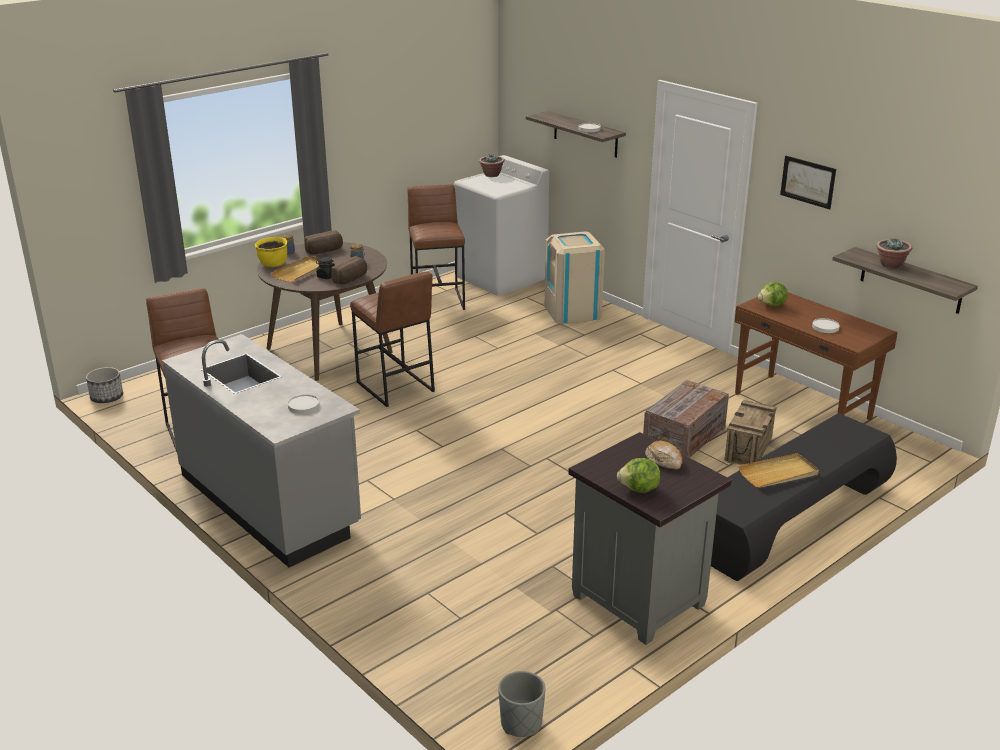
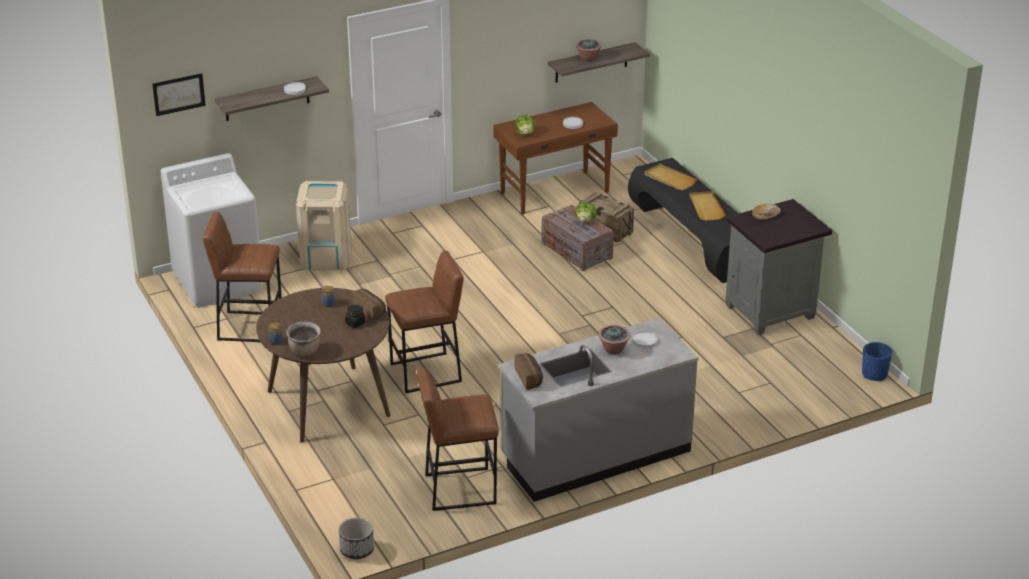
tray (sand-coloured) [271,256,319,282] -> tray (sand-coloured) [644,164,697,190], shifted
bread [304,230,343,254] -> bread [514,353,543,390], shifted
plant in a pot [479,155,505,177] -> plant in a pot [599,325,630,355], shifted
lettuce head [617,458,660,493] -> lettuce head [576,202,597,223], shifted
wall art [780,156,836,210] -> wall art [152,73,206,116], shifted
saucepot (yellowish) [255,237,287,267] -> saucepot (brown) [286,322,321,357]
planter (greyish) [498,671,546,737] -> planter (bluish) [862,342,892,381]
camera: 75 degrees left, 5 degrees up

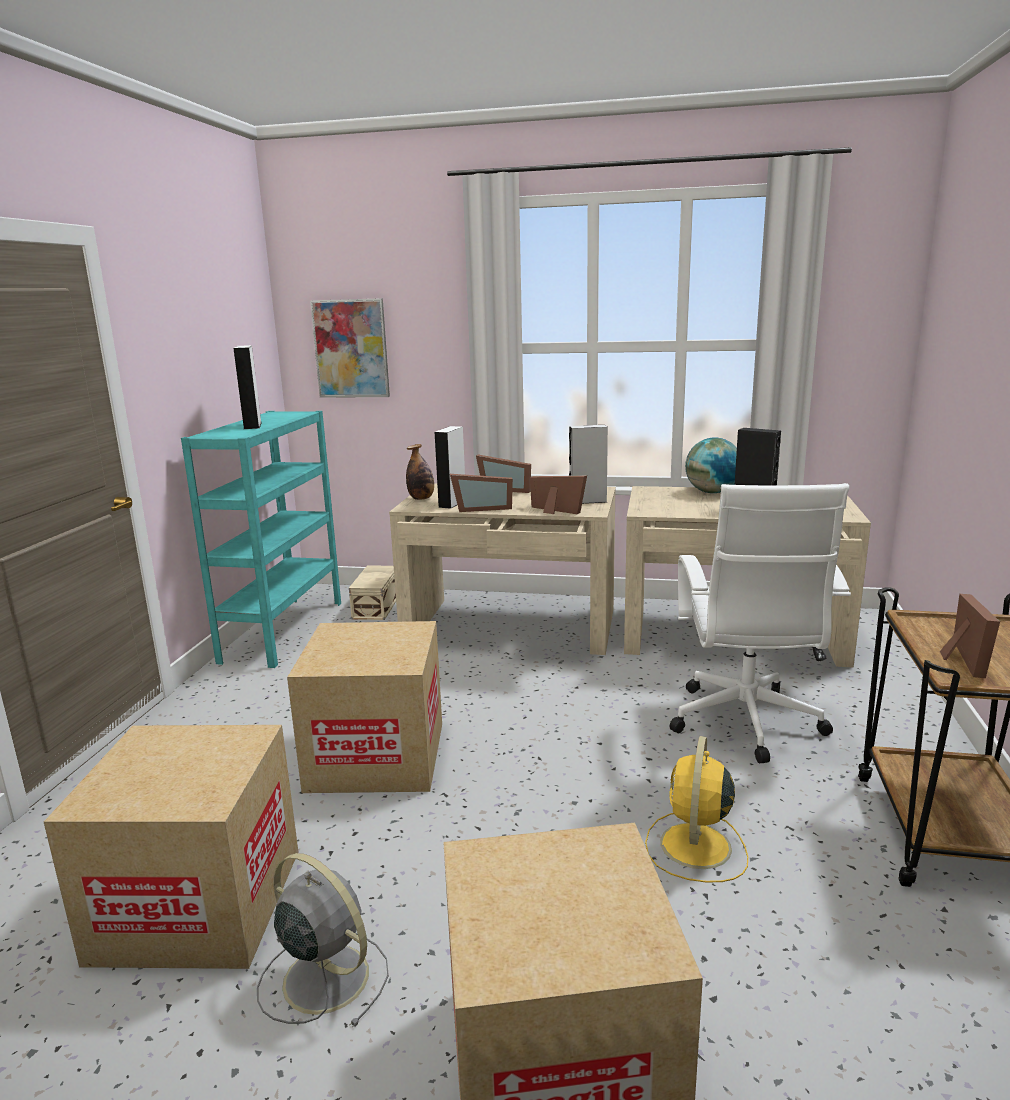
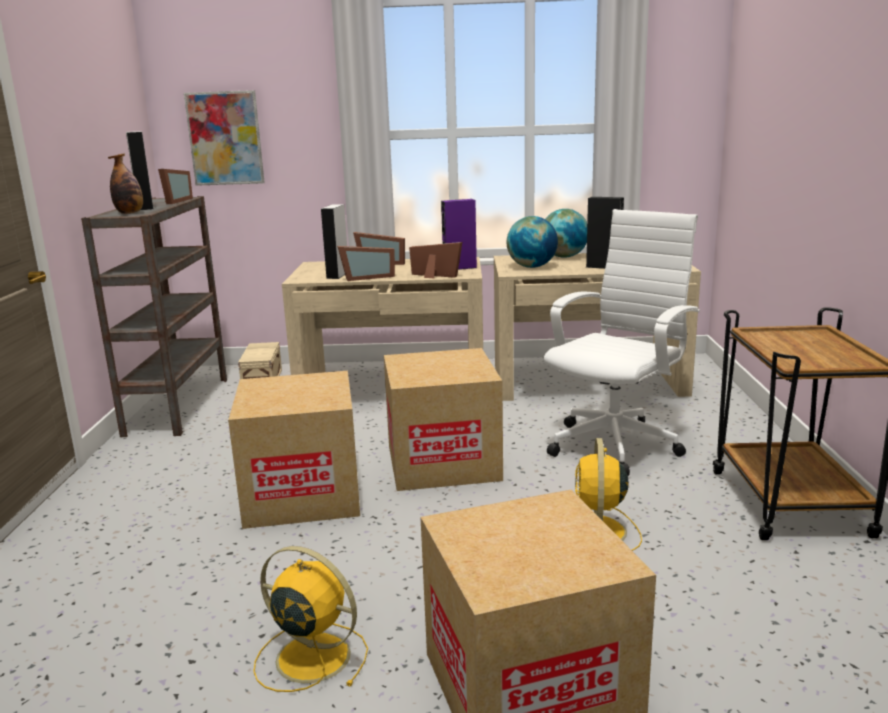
none -> world globe [507,216,558,268]
packing box [44,725,298,969] -> packing box [384,348,503,491], shifted
drink bottle [406,444,434,500] -> drink bottle [108,154,143,214], shifted
picture frame [940,594,1000,678] -> picture frame [158,169,193,204], shifted
bookshelf (turquoise) [181,411,341,668] -> bookshelf (greyish) [81,196,227,437]
cooling fan (greyish) [257,853,389,1027] -> cooling fan (yellowish) [253,546,368,692]
speaker (greyish) [569,425,608,504] -> speaker (purple) [441,199,477,270]
desk chair (white) [670,483,851,763] -> desk chair (white) [544,209,700,476], 135 degrees counterclockwise
camera: 10 degrees left, 0 degrees up

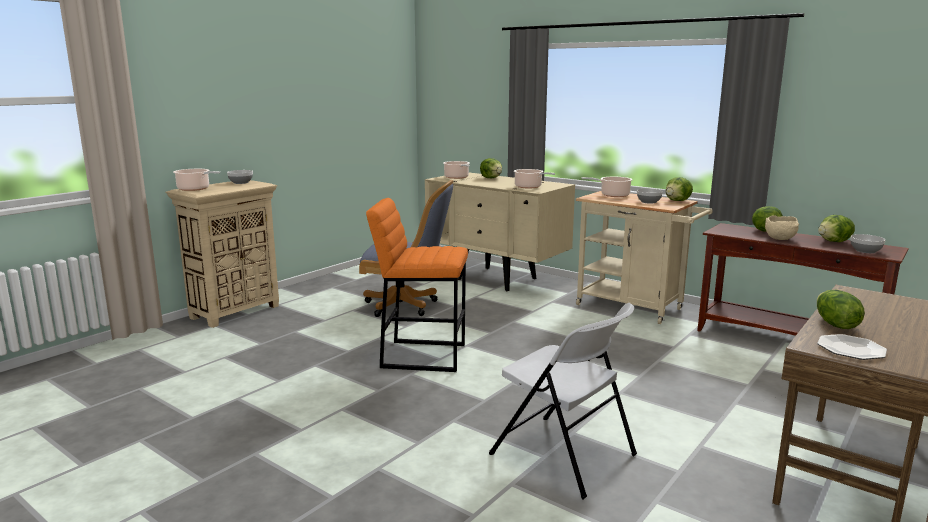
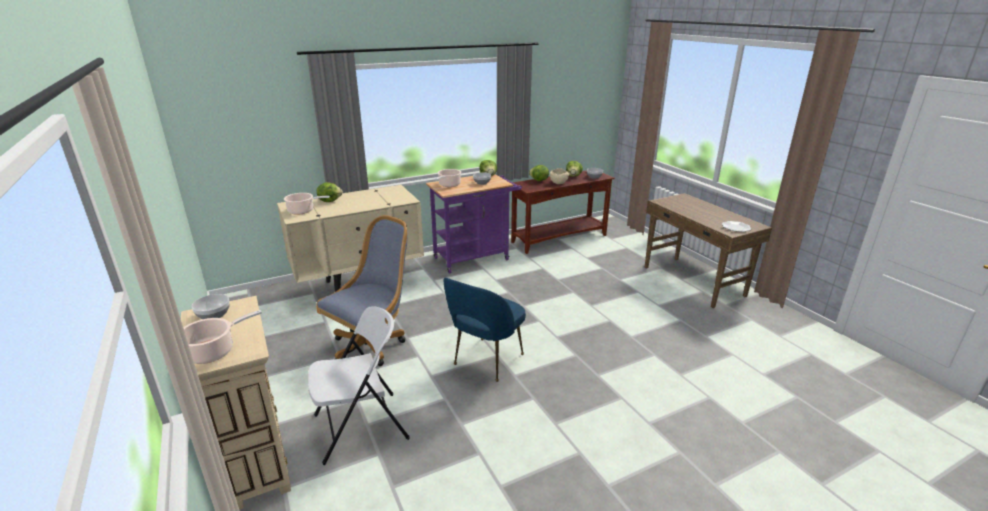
saucepot [514,169,555,189] -> none
lettuce head [817,290,865,329] -> none
upright chair (white) [489,303,637,500] -> upright chair (white) [308,306,410,465], shifted
sitting stool (orange) [366,198,468,372] -> upright chair (bluish) [444,278,526,382]
wheeled cart (sand-coloured) [576,191,713,324] -> wheeled cart (purple) [426,174,522,274]
camera: 65 degrees left, 10 degrees up

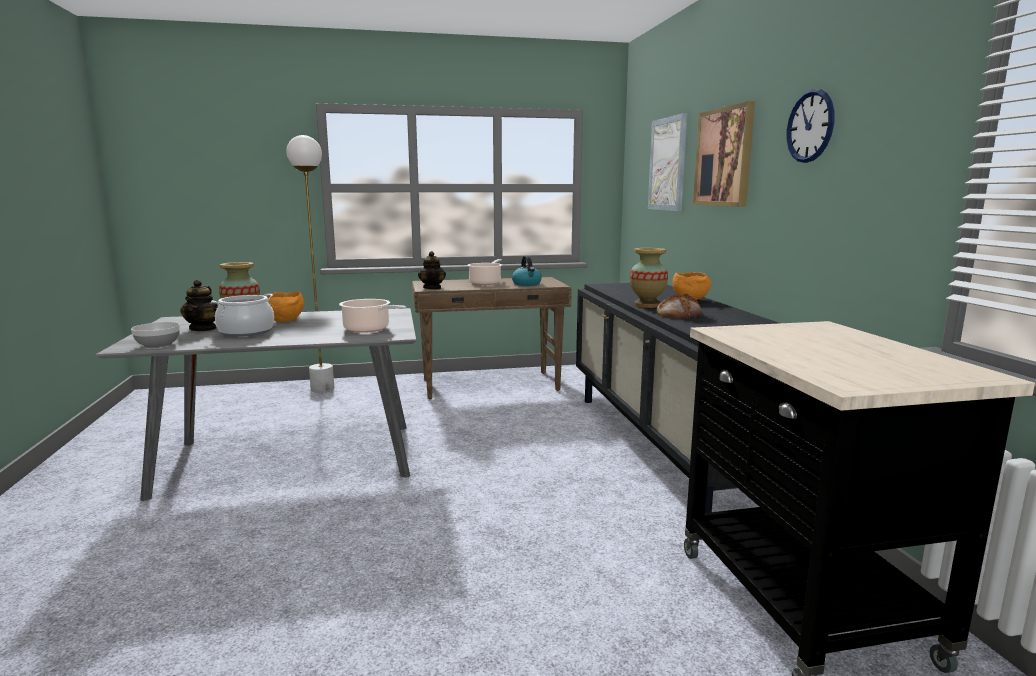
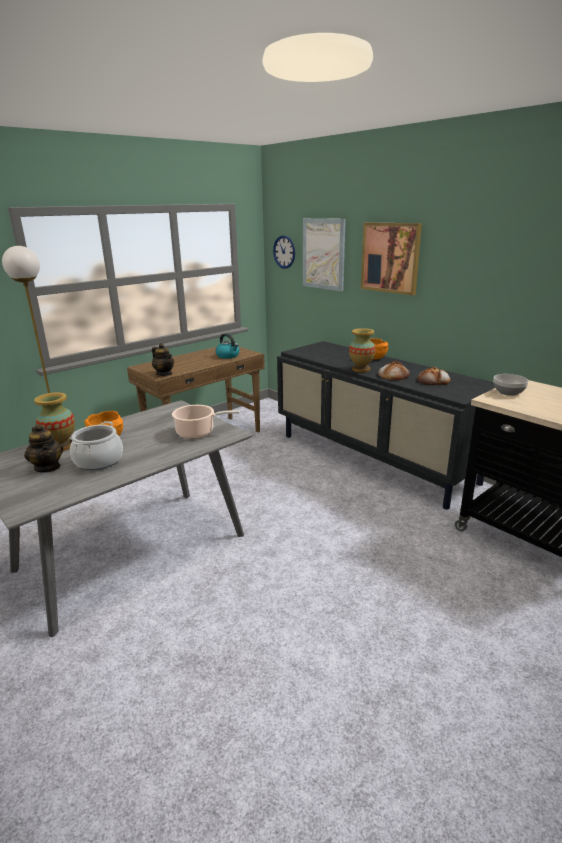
saucepot [467,259,502,285] -> none
none -> bread [418,367,450,385]
bowl [131,322,180,348] -> bowl [493,374,528,396], shifted
clock on the wall [787,89,835,163] -> clock on the wall [273,235,295,269], shifted
camera: 30 degrees left, 10 degrees up

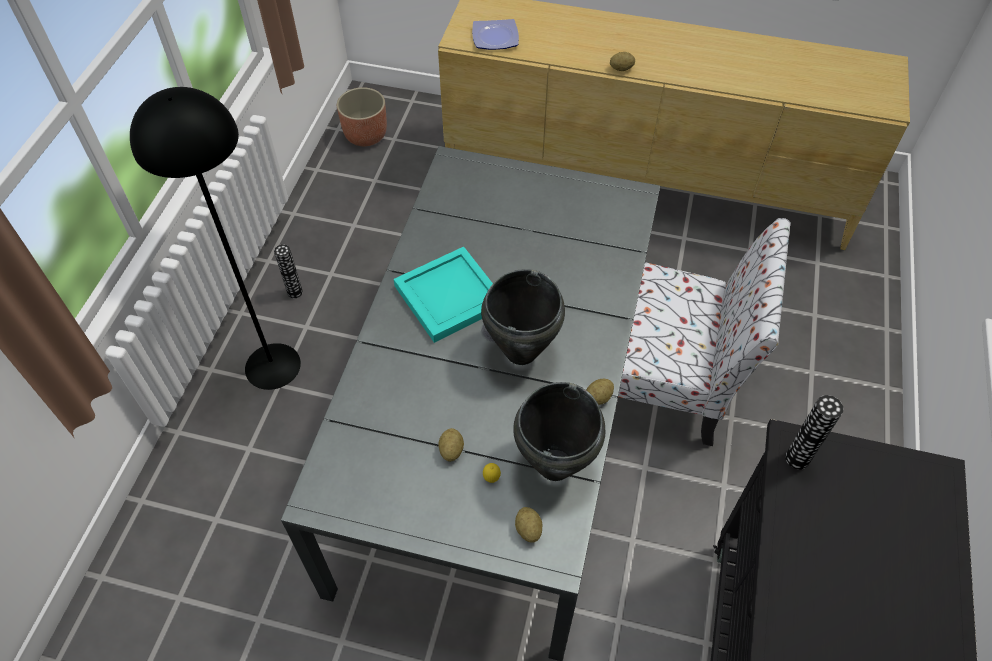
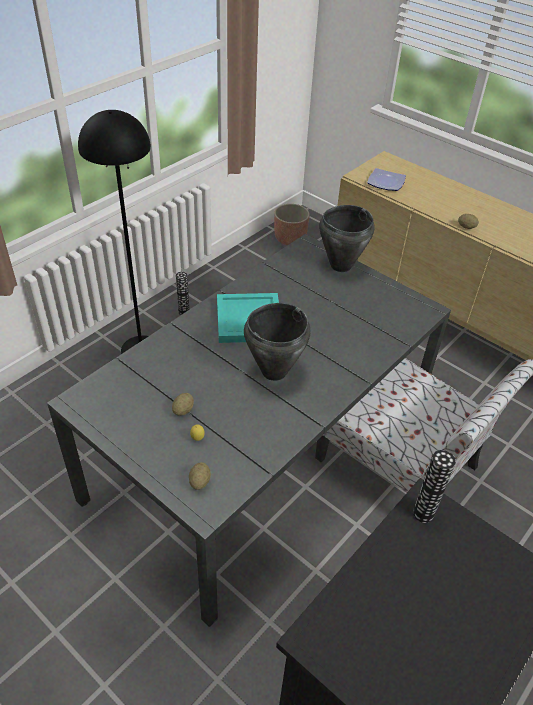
spud [587,379,614,405] -> none
saucepot (black-coloured) [514,382,605,481] -> saucepot (black-coloured) [319,205,375,272], shifted
camera: 25 degrees right, 10 degrees down

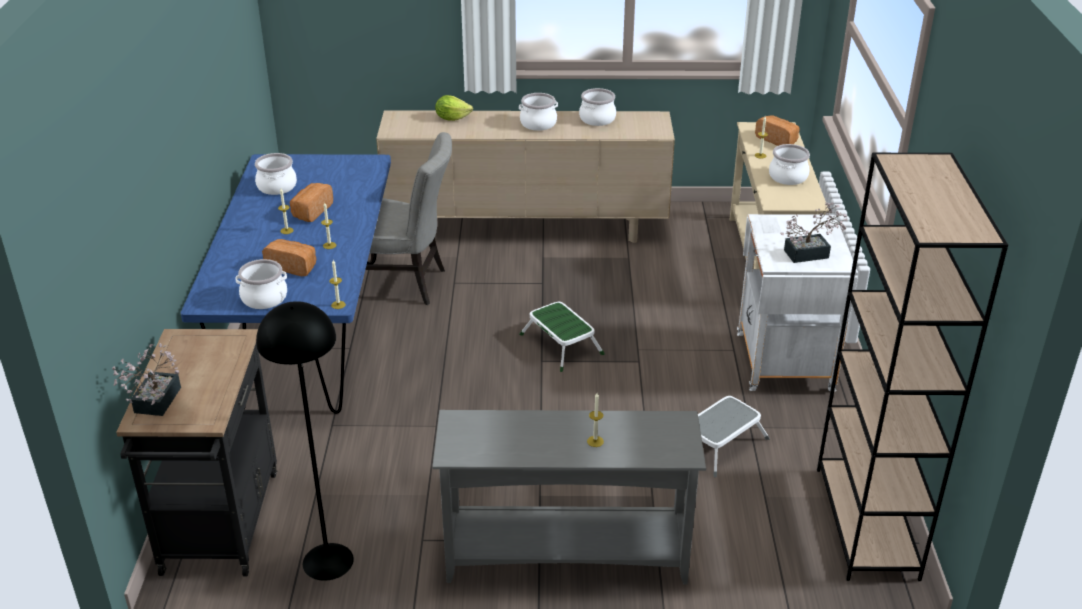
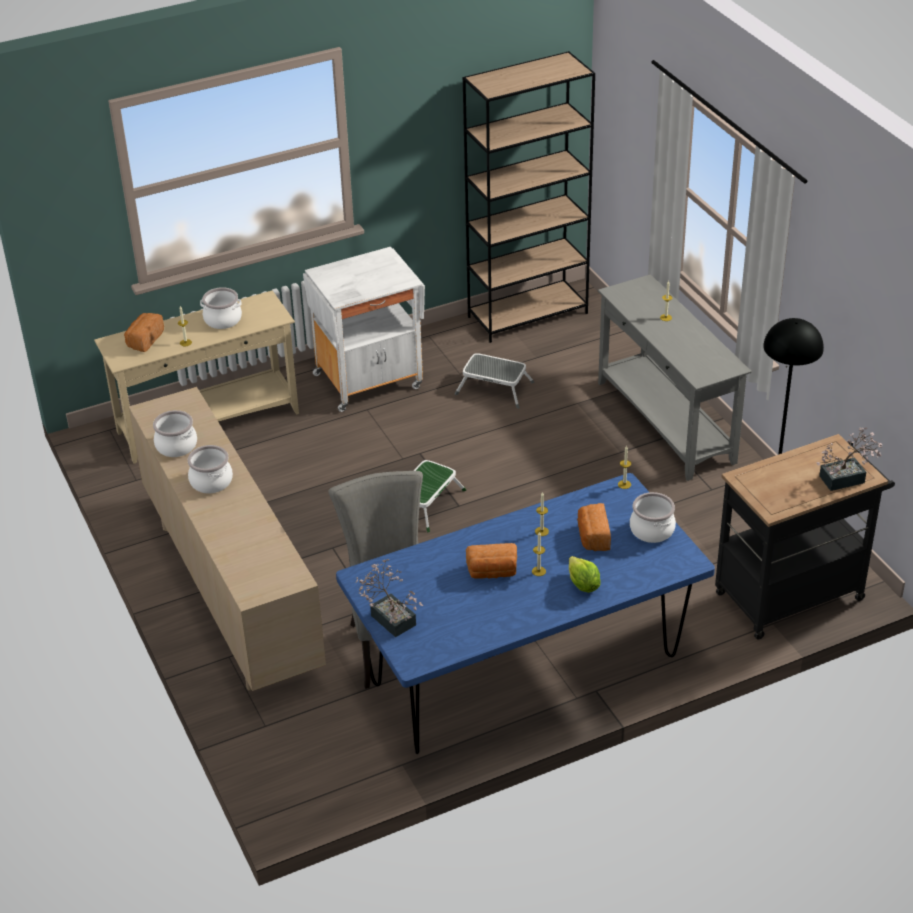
saucepot [255,153,297,195] -> none
lettuce head [435,95,473,121] -> lettuce head [569,556,601,593], shifted
plant in a pot [780,202,847,263] -> plant in a pot [356,559,423,637], shifted
camera: 115 degrees left, 5 degrees up

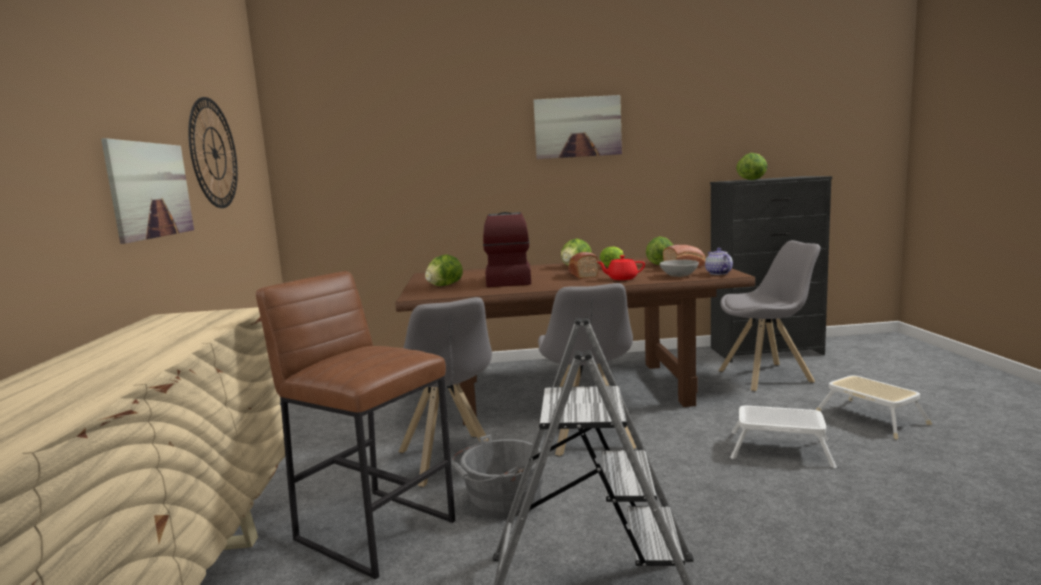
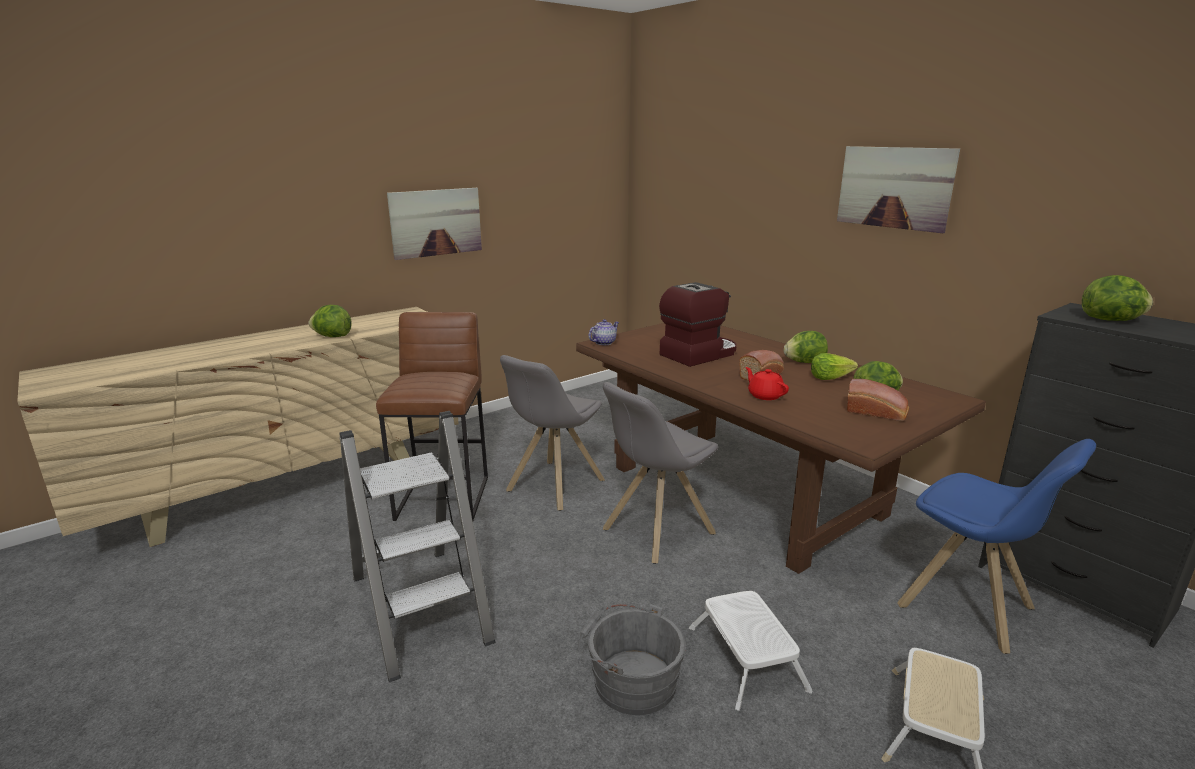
clock on the wall [188,97,238,208] -> none
bowl (greyish) [659,260,699,277] -> none
lettuce head [425,254,463,286] -> lettuce head [308,305,352,337], shifted
water bucket (greyish) [452,434,543,518] -> water bucket (greyish) [578,604,686,715], shifted
tea pot [705,248,733,275] -> tea pot [589,319,619,345], shifted
upright chair (greyish) [719,240,821,391] -> upright chair (bluish) [897,439,1096,654]
camera: 55 degrees right, 10 degrees up

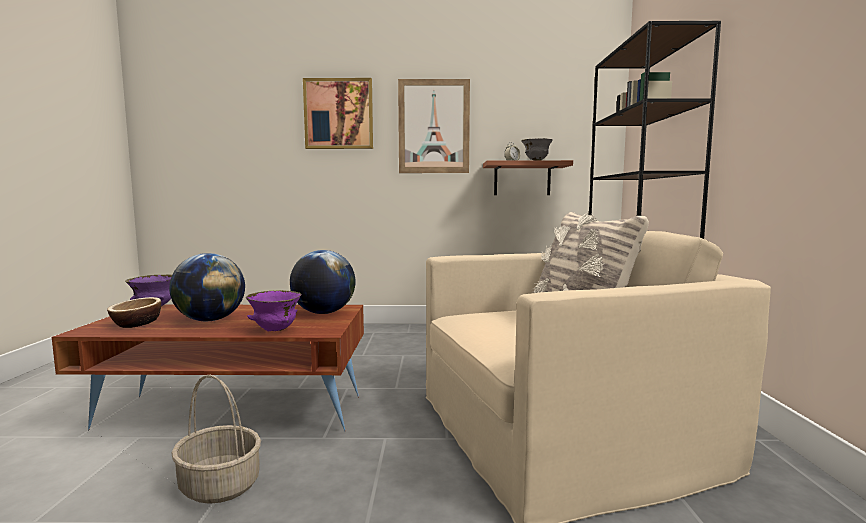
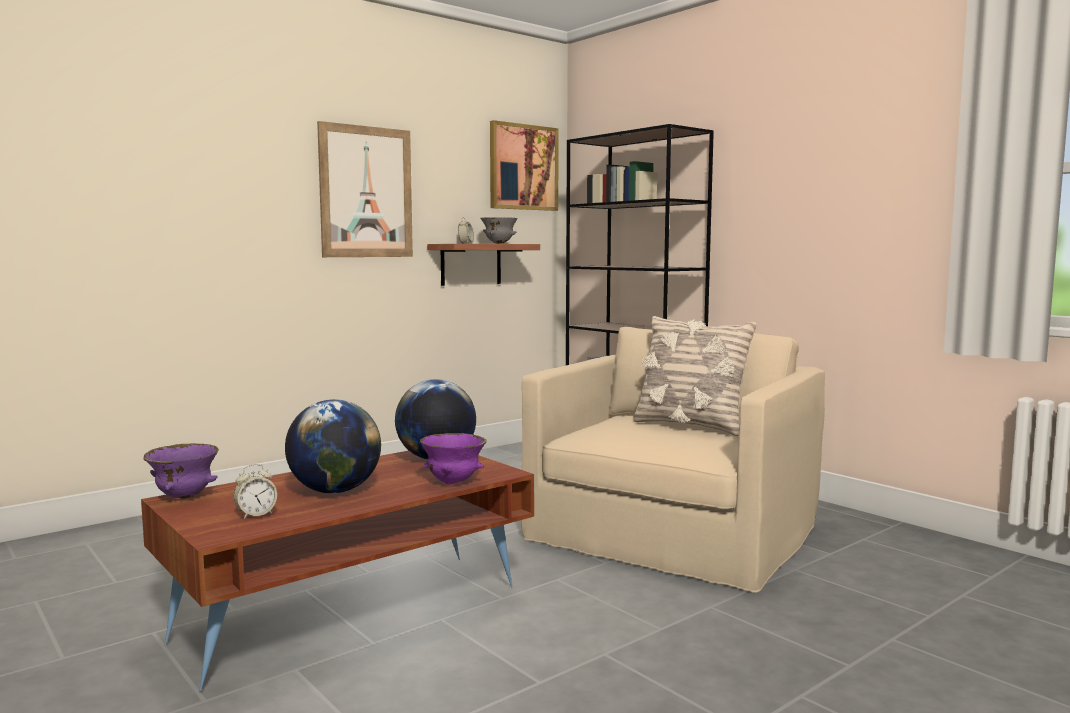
household basket [172,375,261,504] -> none
wall art [303,78,373,149] -> wall art [490,120,559,211], shifted
bowl [107,297,161,328] -> alarm clock [234,464,277,519]
camera: 40 degrees left, 0 degrees up

